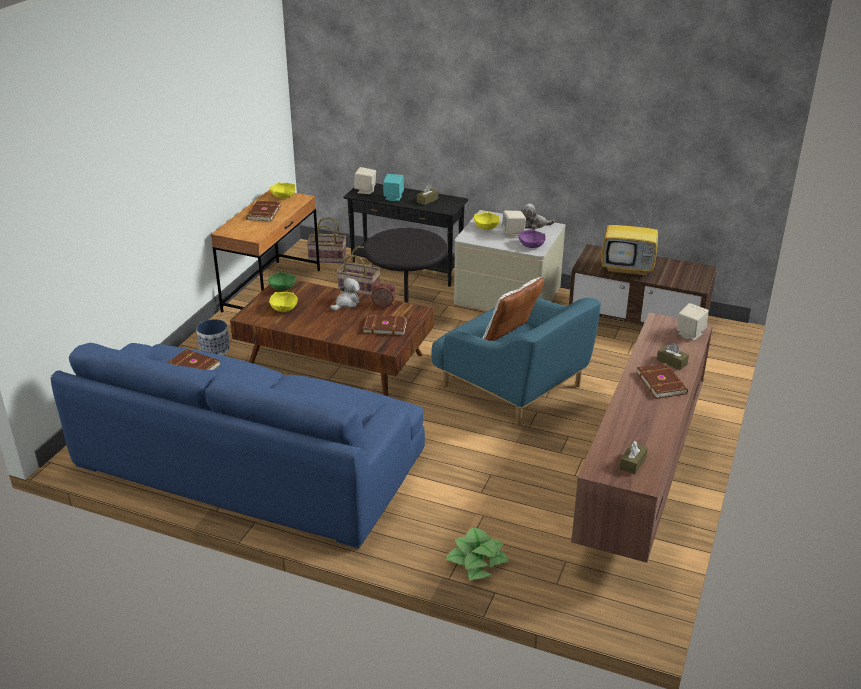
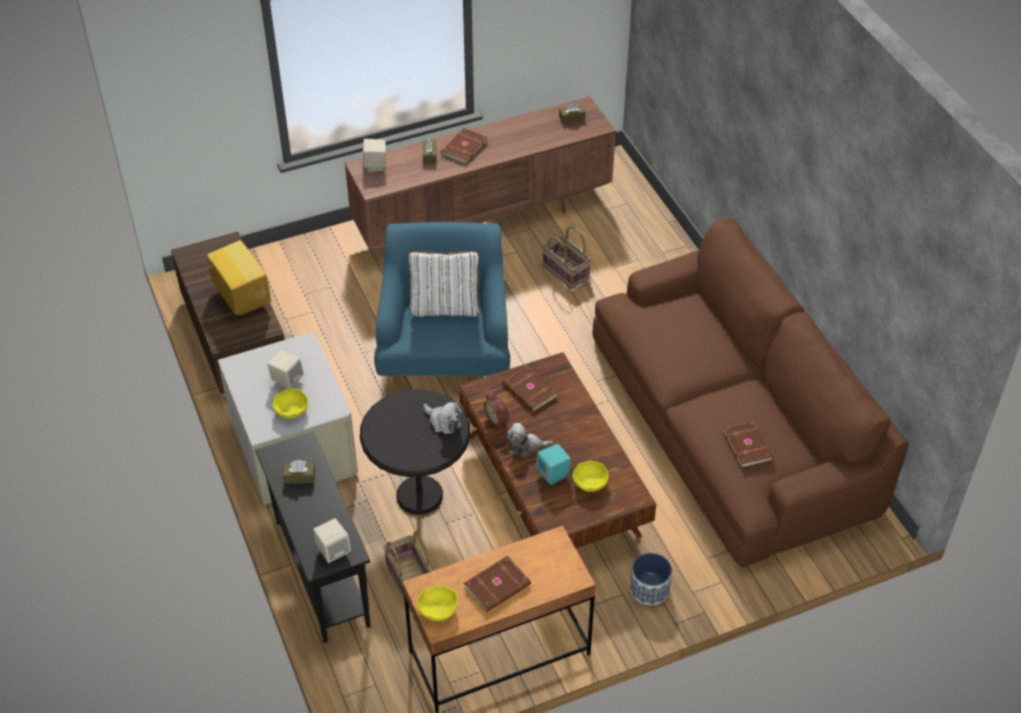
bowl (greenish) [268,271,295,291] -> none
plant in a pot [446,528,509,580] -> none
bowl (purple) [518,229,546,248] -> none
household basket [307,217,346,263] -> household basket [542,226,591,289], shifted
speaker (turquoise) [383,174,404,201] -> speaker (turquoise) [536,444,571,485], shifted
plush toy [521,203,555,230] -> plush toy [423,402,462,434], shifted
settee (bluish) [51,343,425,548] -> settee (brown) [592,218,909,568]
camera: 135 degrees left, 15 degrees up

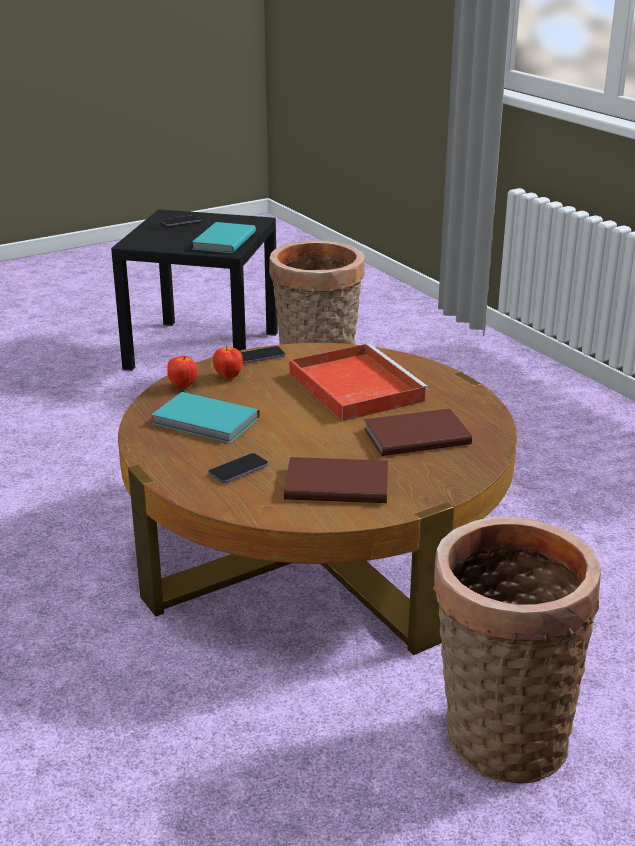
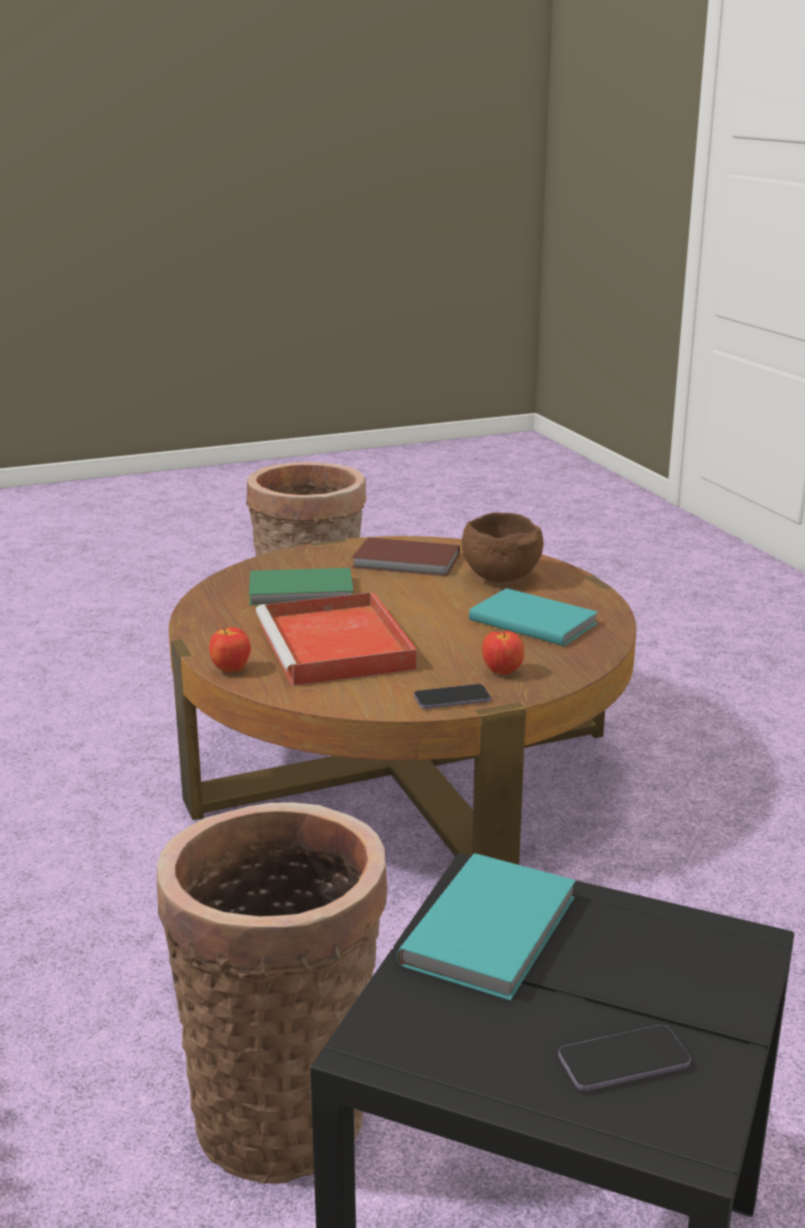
apple [167,356,197,388] -> apple [209,627,251,672], shifted
telephone [208,453,268,483] -> bowl (brown) [462,512,544,582]
book (brown) [364,409,472,456] -> book (greenish) [249,568,353,606]
camera: 170 degrees left, 5 degrees down

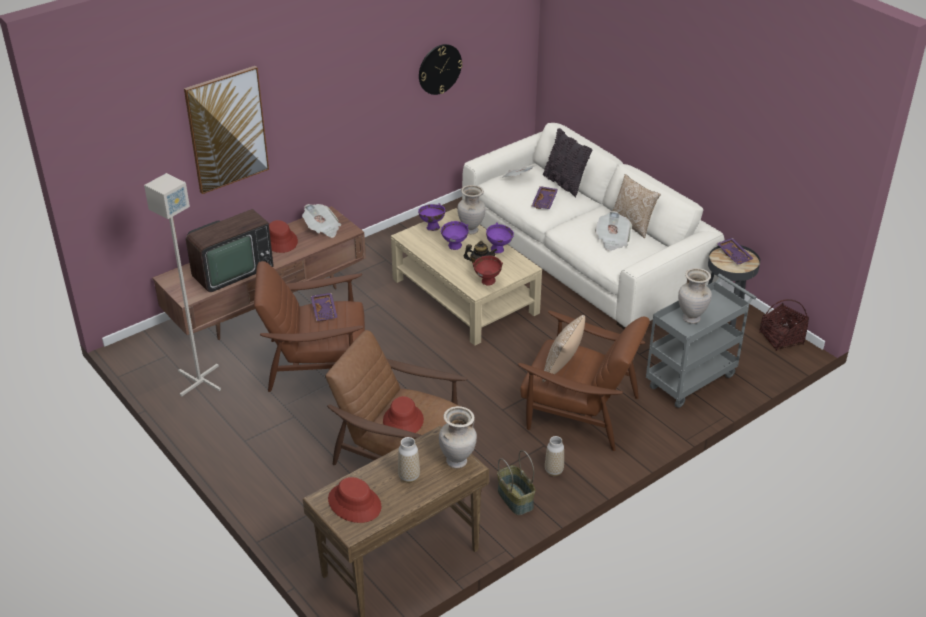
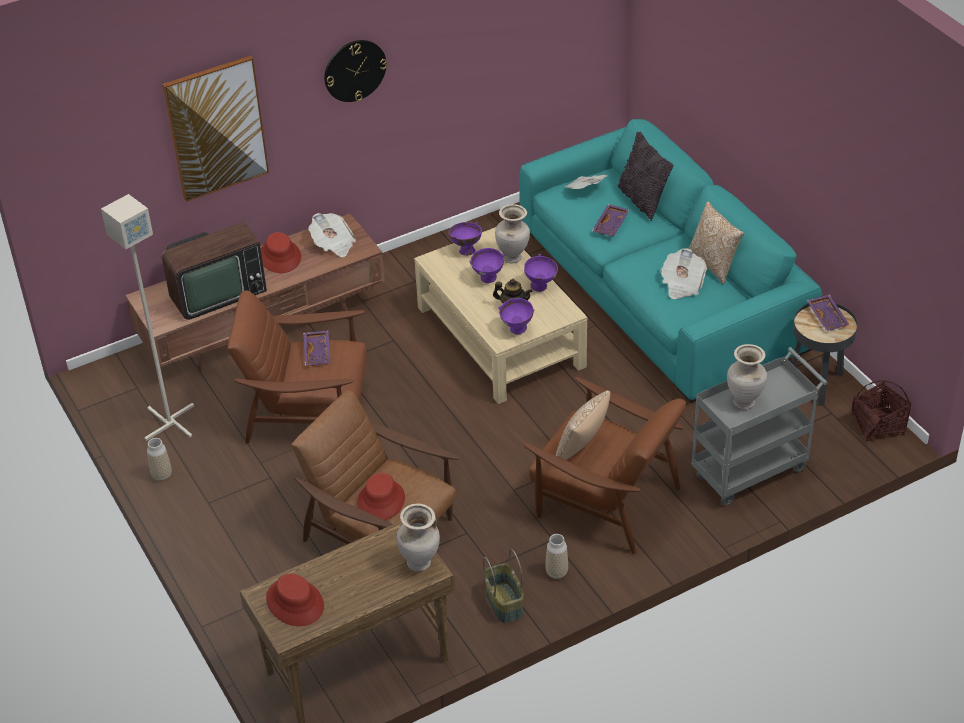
flower vase [398,437,420,483] -> flower vase [147,438,172,481], shifted
clock on the wall [419,44,463,95] -> clock on the wall [324,40,387,102], shifted
settee (white) [462,123,725,329] -> settee (turquoise) [519,119,822,403]
bowl (reddish) [473,256,503,286] -> bowl (purple) [498,298,534,335]
camera: 10 degrees right, 5 degrees up

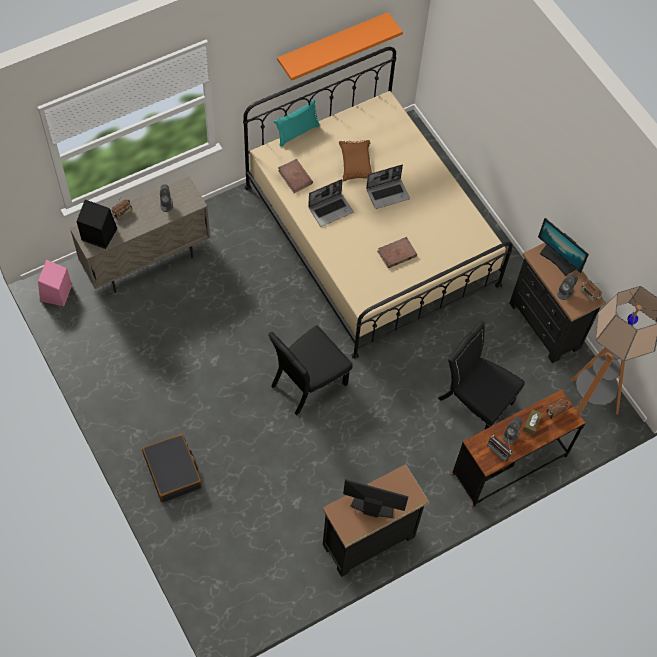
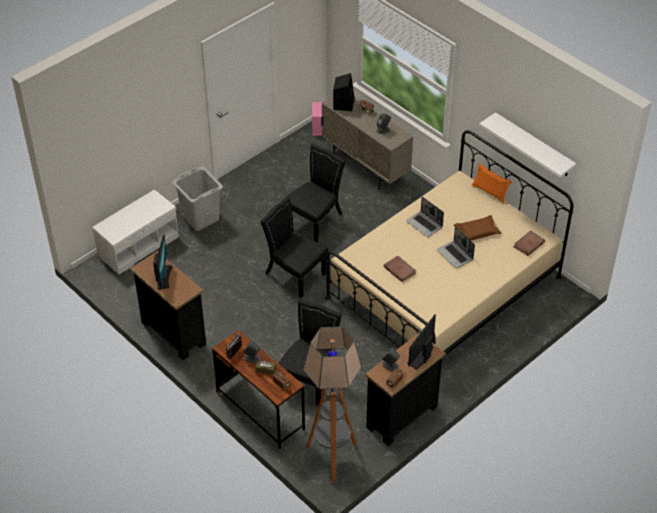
none -> indoor bench (white) [92,190,179,275]
none -> upright chair (black-coloured) [283,144,346,242]
book (brown) [278,159,313,193] -> book (brown) [513,230,545,256], shifted
piece of luggage (black-coloured) [142,434,202,503] -> hamper (greyish) [172,167,223,231]
cushion (turquoise) [274,100,320,147] -> cushion (orange) [472,163,512,203]
wall shelf (orange) [277,12,403,81] -> wall shelf (white) [479,112,576,177]
camera: 80 degrees right, 15 degrees down

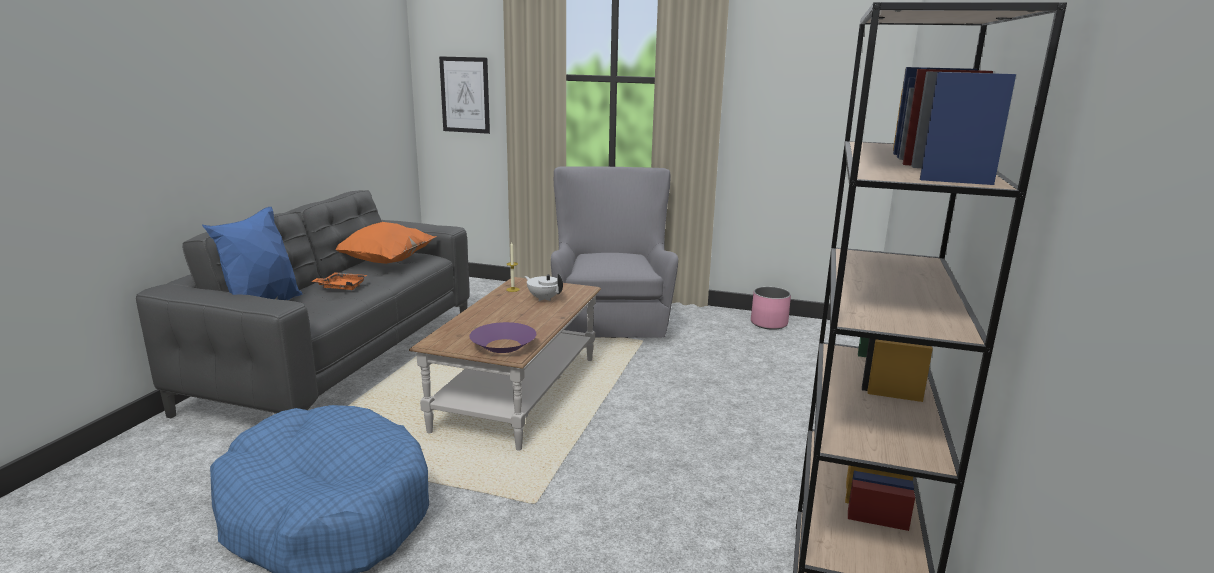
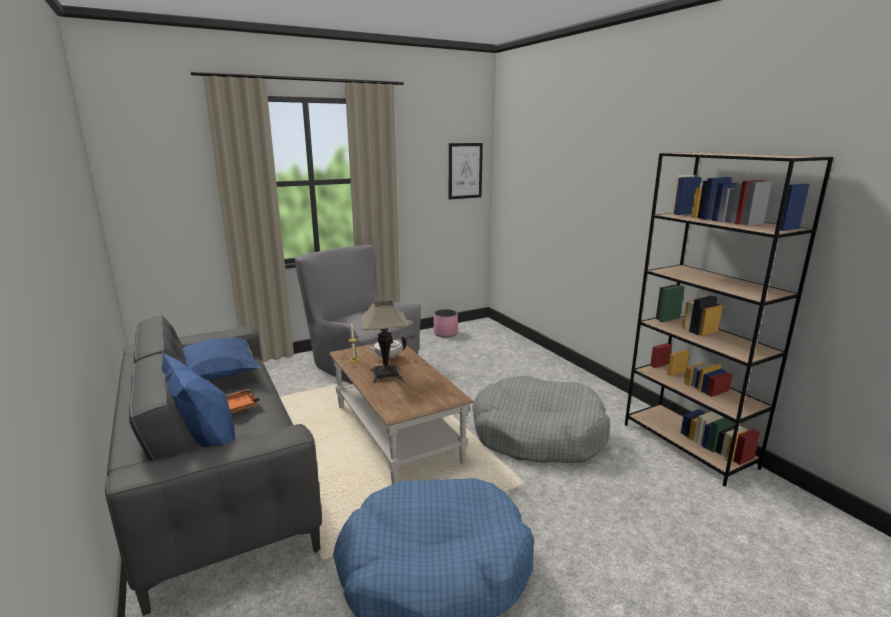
bowl (purple) [469,322,536,353] -> none
none -> table lamp [360,300,409,383]
none -> pet bed (greyish) [472,375,610,463]
wall art [439,57,490,134] -> wall art [449,143,483,199], shifted
cushion (orange) [335,222,437,264] -> cushion (bluish) [183,337,262,380]
camera: 45 degrees left, 0 degrees up

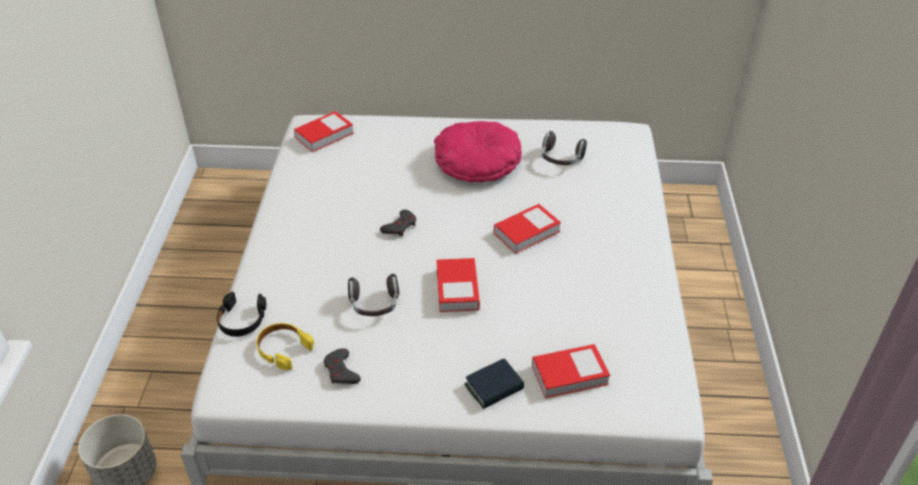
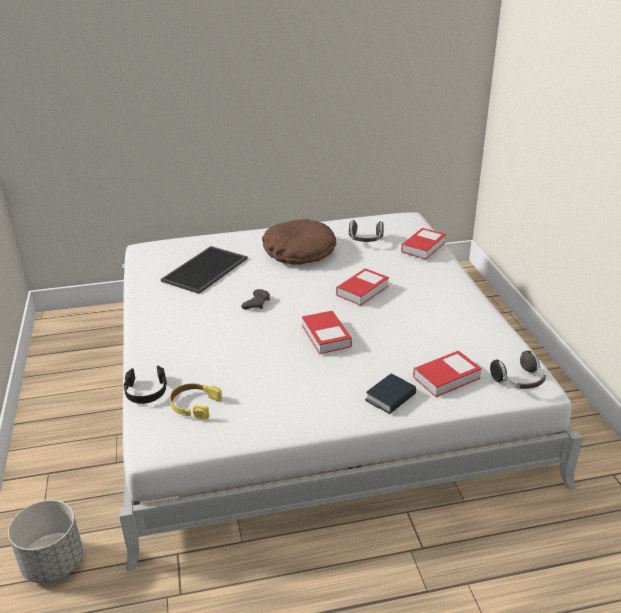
joypad (greyish) [324,349,361,384] -> none
none -> tray [161,246,248,294]
book [294,111,354,152] -> book [401,228,446,259], shifted
pair of headphones [348,274,399,316] -> pair of headphones [490,351,546,389], shifted
cushion (pinkish) [434,121,522,182] -> cushion (brown) [262,219,337,265]
camera: 15 degrees left, 10 degrees down

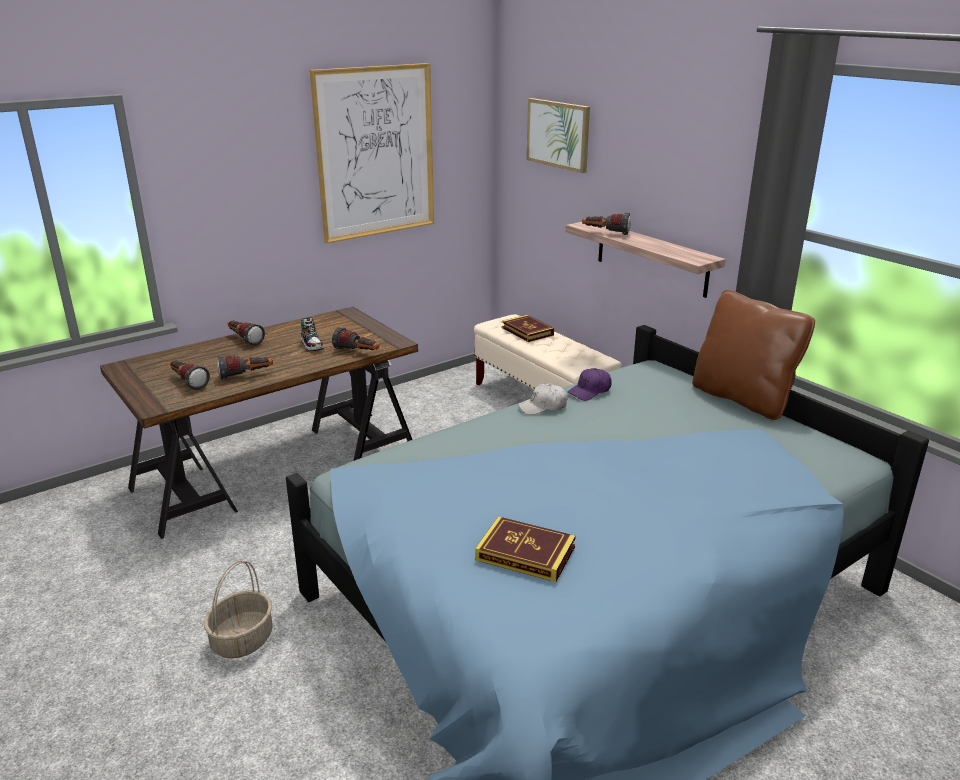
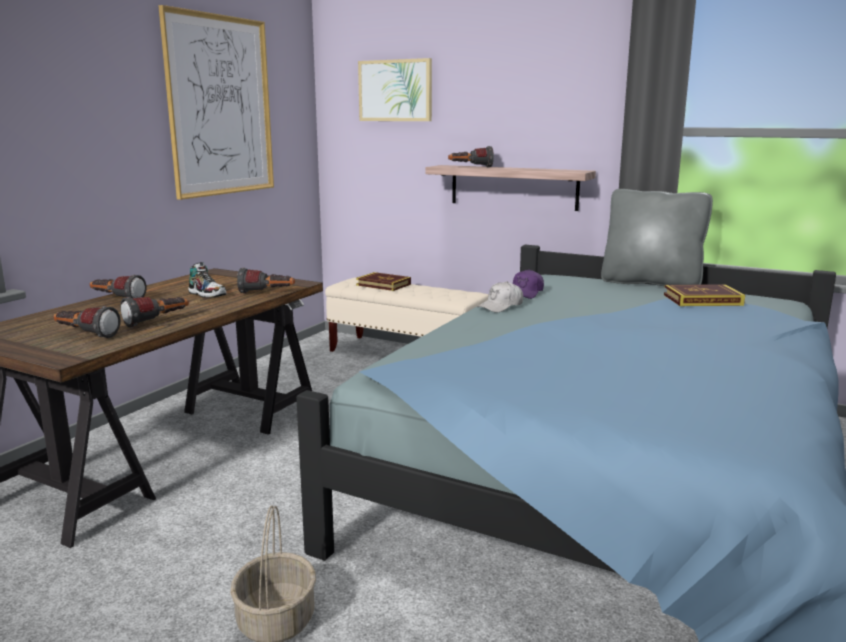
book [475,516,576,582] -> book [664,284,745,306], shifted
cushion (brown) [692,290,815,420] -> cushion (greyish) [601,189,713,286]
camera: 25 degrees left, 10 degrees down

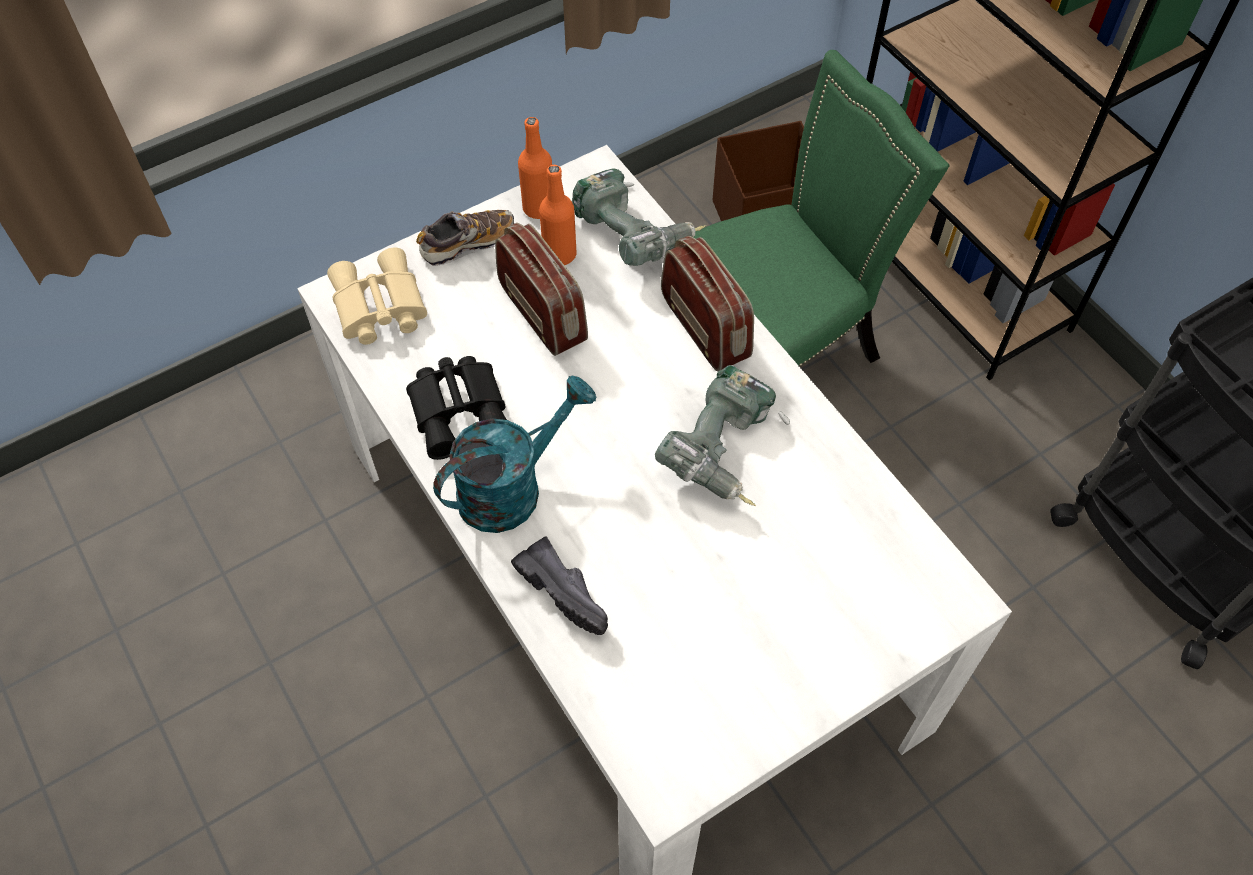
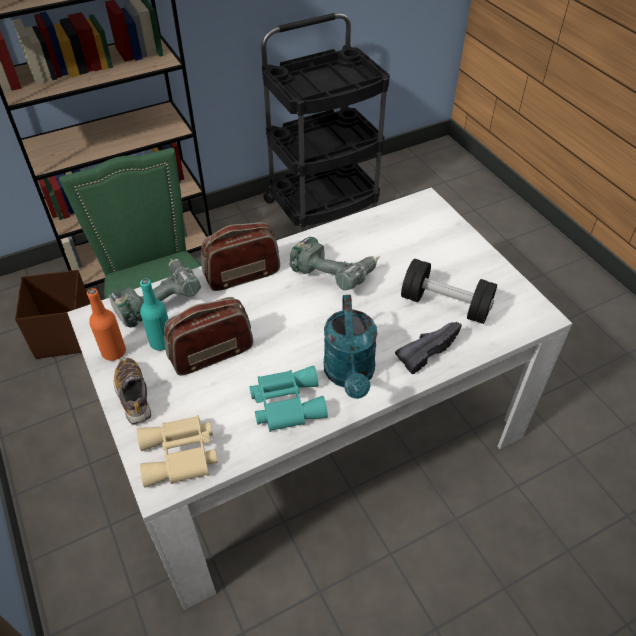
none -> hand weight (black-coloured) [401,259,497,324]
field glasses (black-coloured) [406,356,507,460] -> field glasses (turquoise) [249,366,328,432]
drink bottle (orange) [539,165,577,265] -> drink bottle (turquoise) [140,278,168,351]
watering can (turquoise) [433,376,597,533] -> watering can (turquoise) [324,295,377,399], 150 degrees counterclockwise
camera: 85 degrees left, 10 degrees down

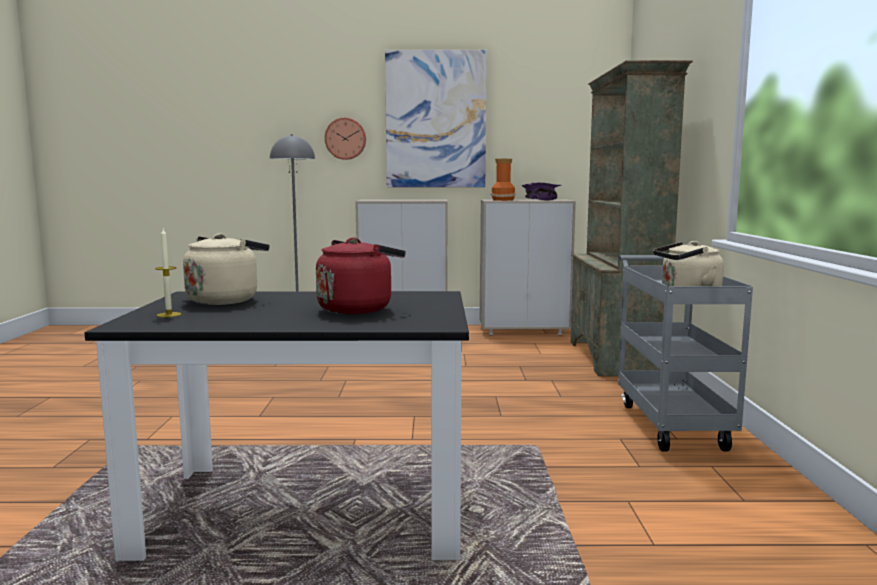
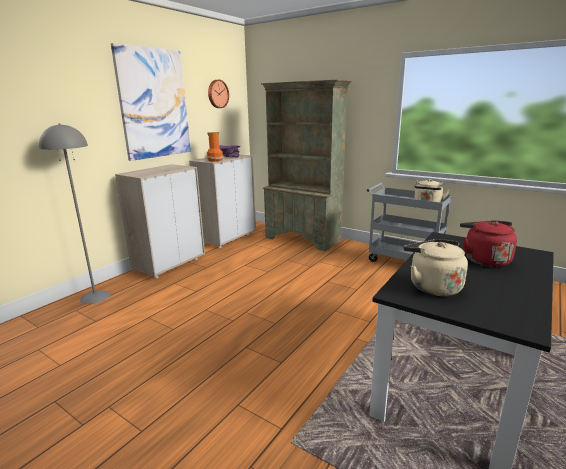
wax light [155,229,181,317] -> none
clock on the wall [325,118,366,160] -> clock on the wall [208,80,229,108], shifted
camera: 55 degrees left, 10 degrees up

